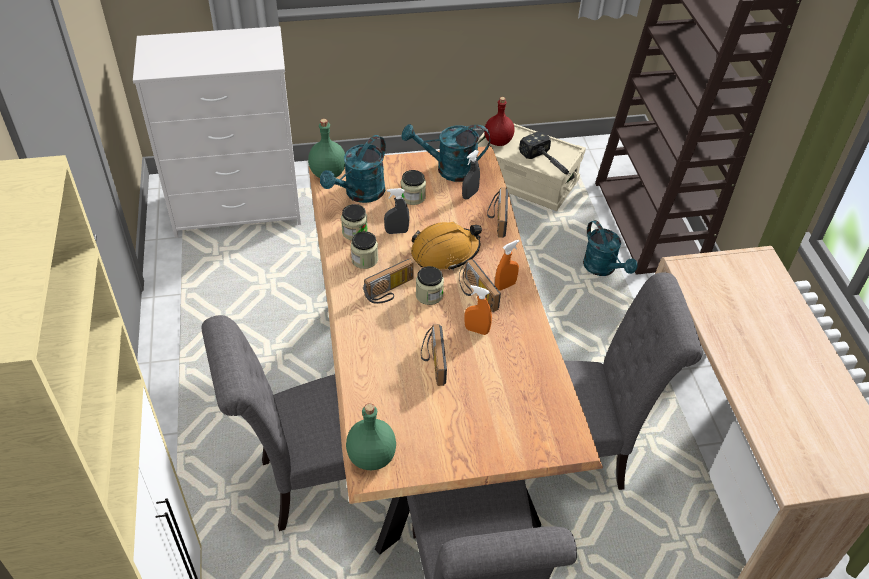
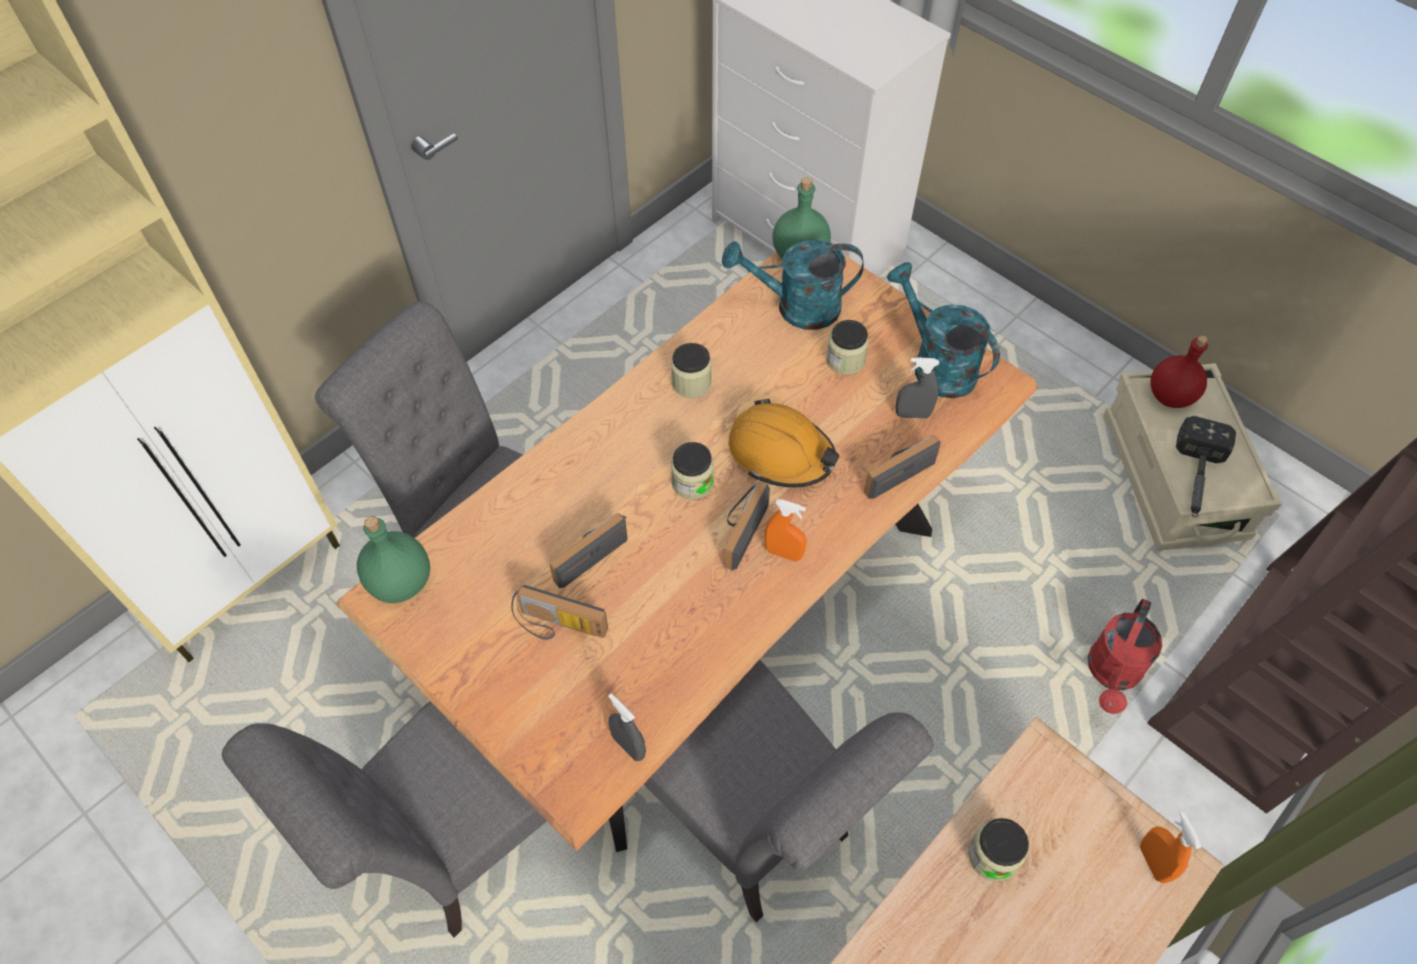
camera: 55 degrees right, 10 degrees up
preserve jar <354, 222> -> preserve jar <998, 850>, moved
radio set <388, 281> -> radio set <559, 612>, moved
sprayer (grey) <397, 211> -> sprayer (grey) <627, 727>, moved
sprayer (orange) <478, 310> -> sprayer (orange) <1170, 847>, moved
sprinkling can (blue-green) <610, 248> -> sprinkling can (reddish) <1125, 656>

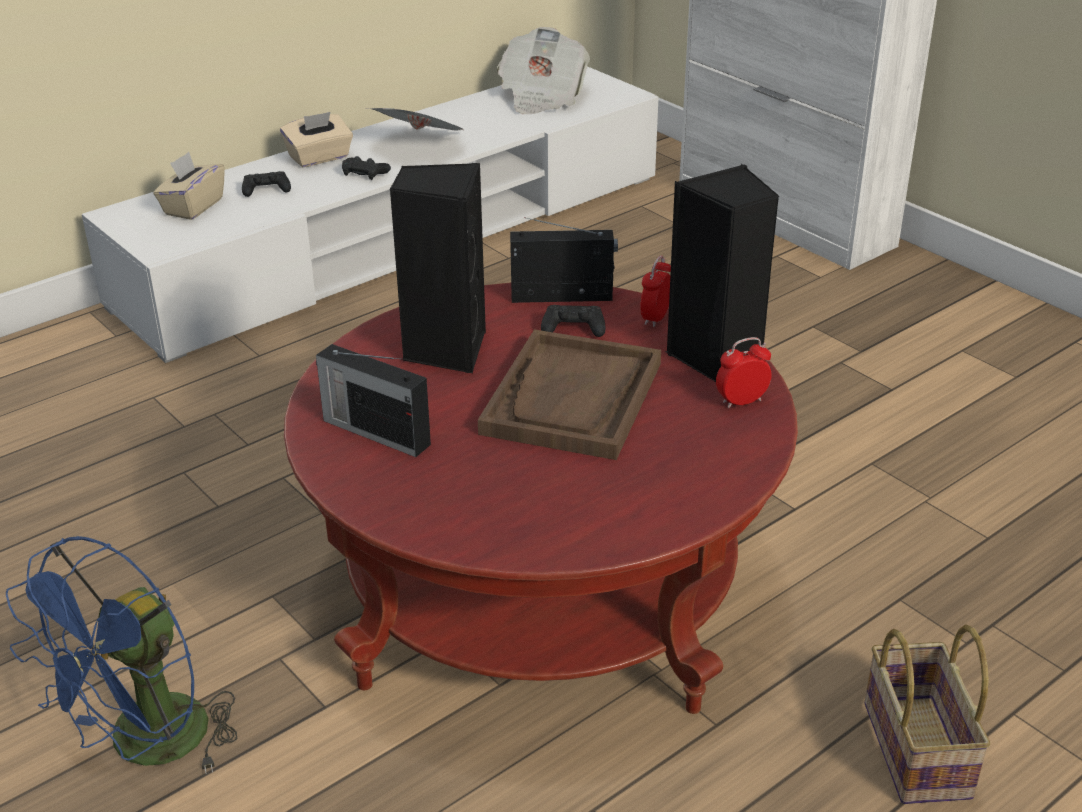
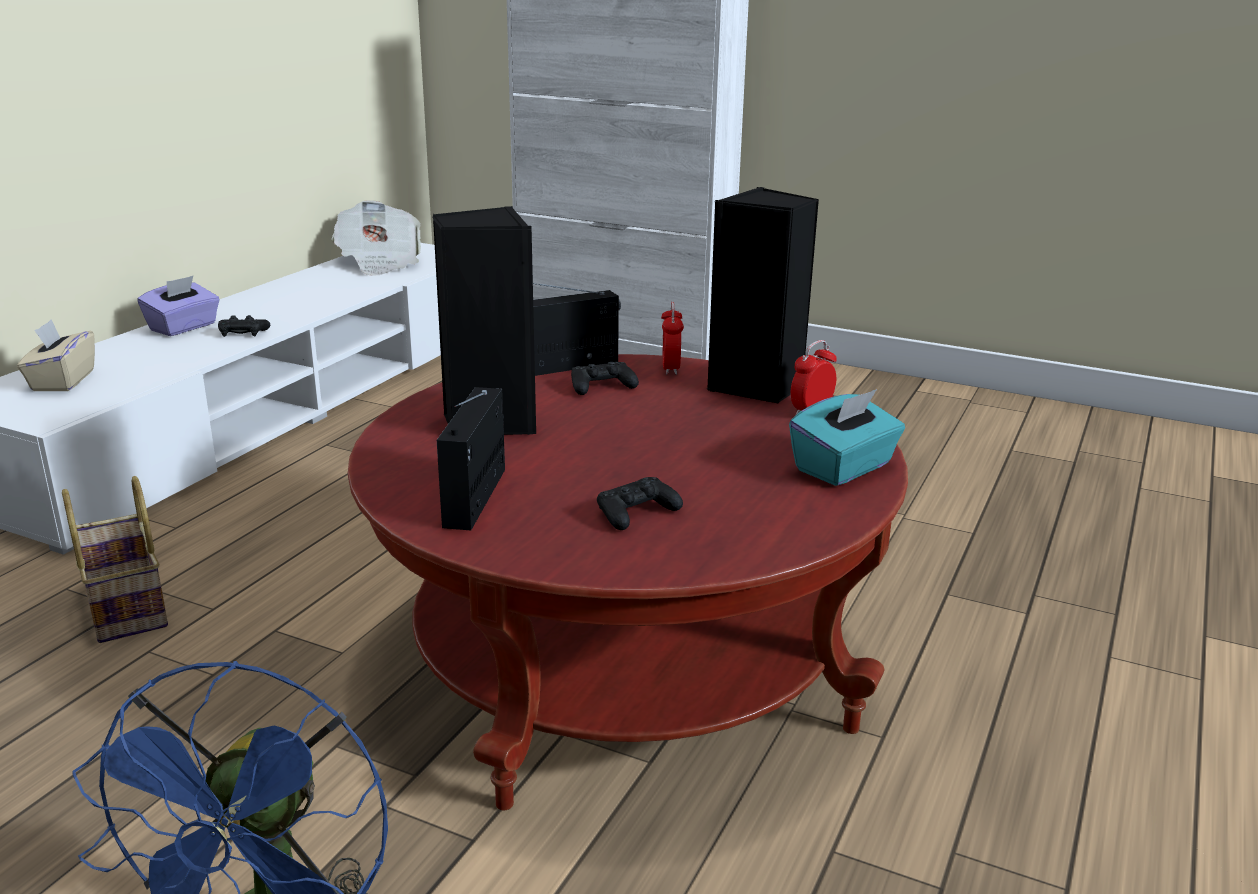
camera: 25 degrees left, 10 degrees down
printed paper <414, 119> -> none
tray (brownish) <569, 394> -> none
none -> tissue box (blue-green) <847, 437>
gamepad (black-coloured) <266, 184> -> gamepad (black-coloured) <640, 503>, moved
storage basket <927, 714> -> storage basket <115, 559>, moved
tissue box (sand-coloured) <316, 139> -> tissue box (purplish) <178, 306>
radio set <373, 400> -> radio set <471, 459>, 90 degrees clockwise

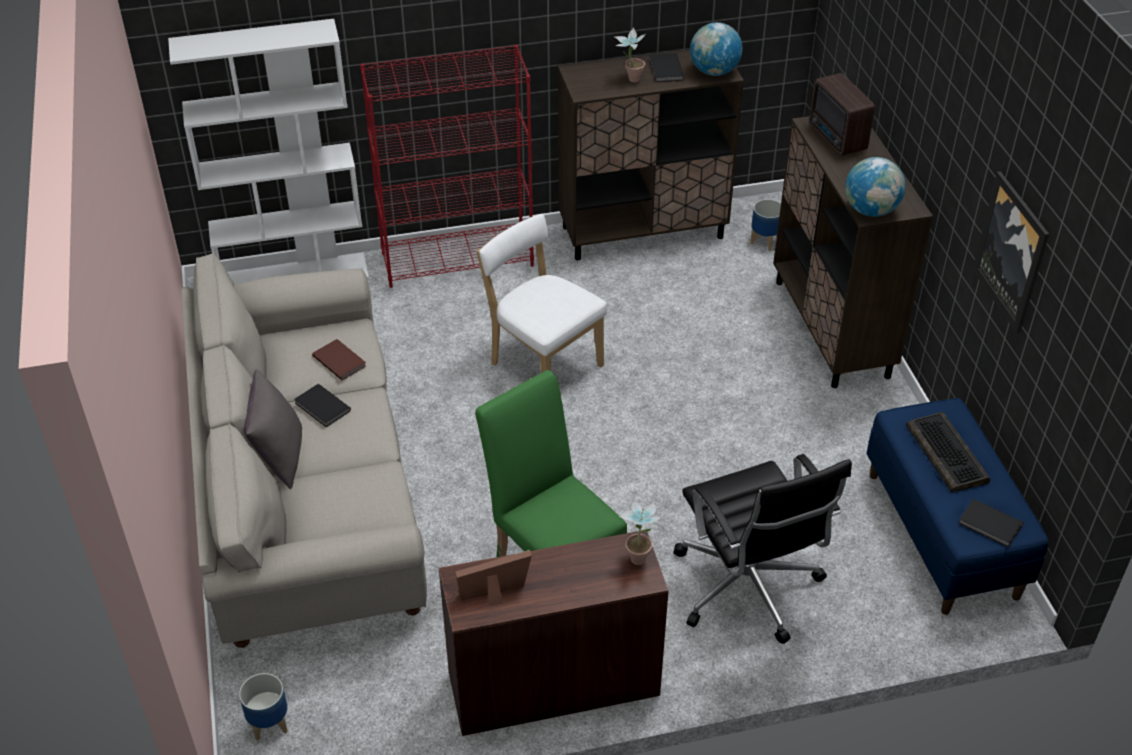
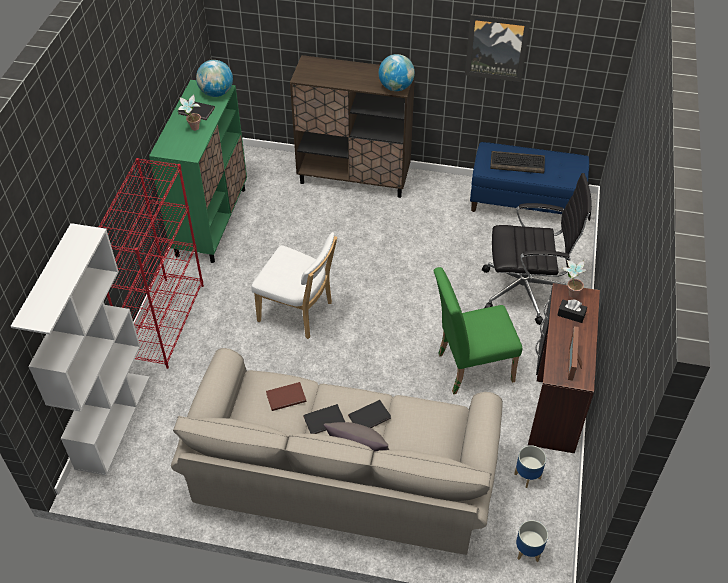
camera: 65 degrees left, 5 degrees up
radio set <842, 114> -> none
none -> tissue box (black-coloured) <572, 311>
planter <765, 225> -> planter <530, 466>, moved
volume (black-coloured) <991, 523> -> volume (black-coloured) <369, 414>, moved
storage cabinet (brownish) <651, 154> -> storage cabinet (green) <198, 171>
chair (whitish) <542, 293> -> chair (whitish) <294, 285>, 135 degrees counterclockwise

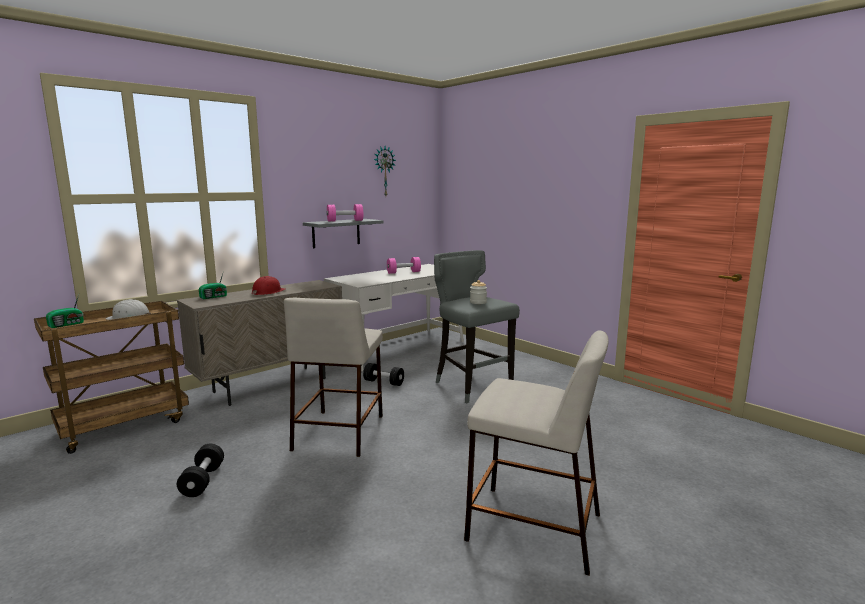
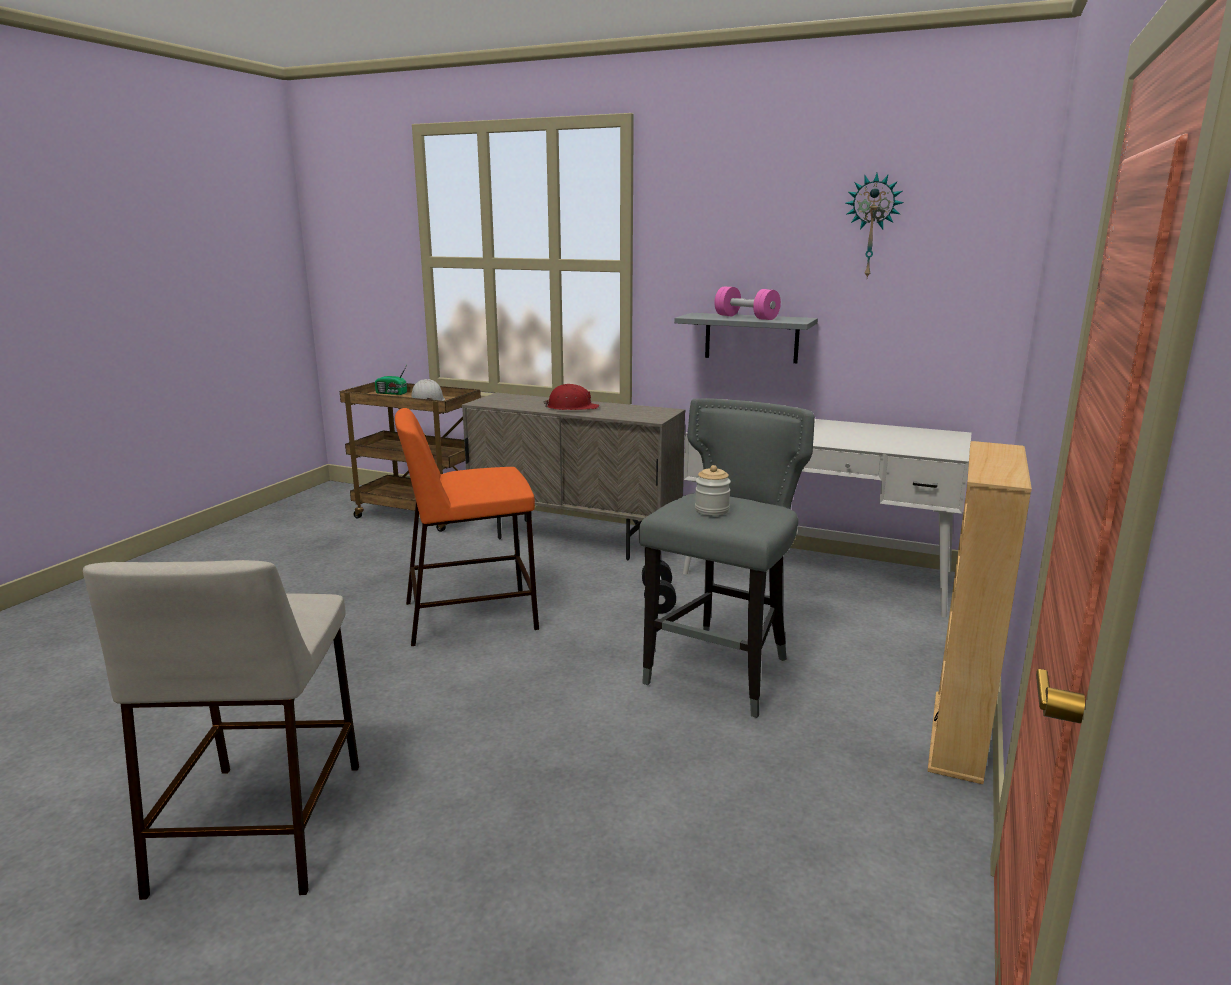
camera: 65 degrees right, 5 degrees up
free weight (black-coloured) <200, 470> -> none
radio set <213, 285> -> none
free weight (pink-coloured) <404, 265> -> none
none -> shelving unit (sand-coloured) <979, 612>
stool seat (sand-coloured) <333, 377> -> stool seat (orange) <467, 527>

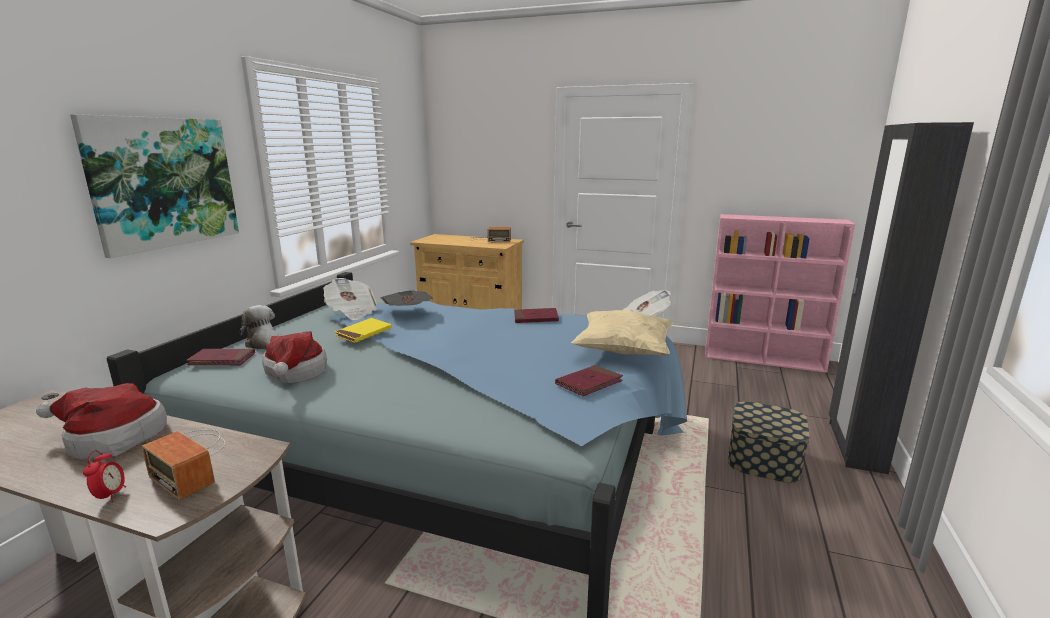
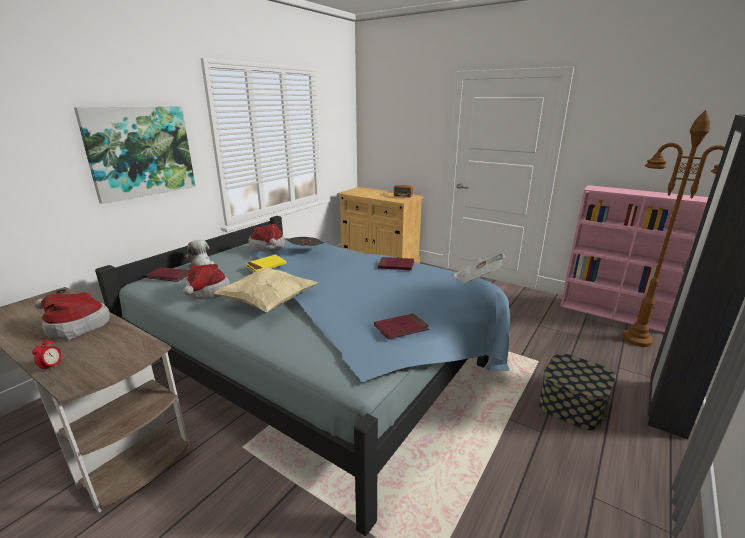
camera: 15 degrees right, 5 degrees up
radio set <183, 464> -> none
none -> standard lamp (brownish) <674, 228>
throw pillow (sand-coloured) <622, 332> -> throw pillow (sand-coloured) <265, 290>, moved
printed paper <350, 299> -> clothing hat <266, 238>

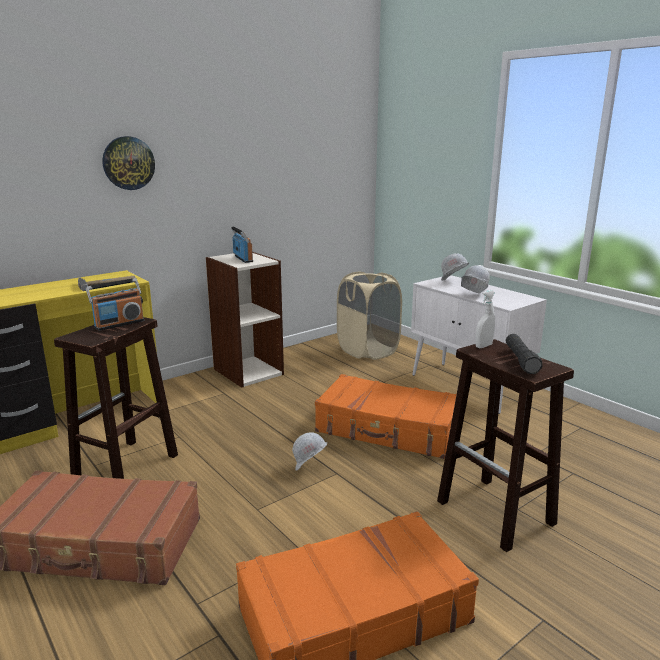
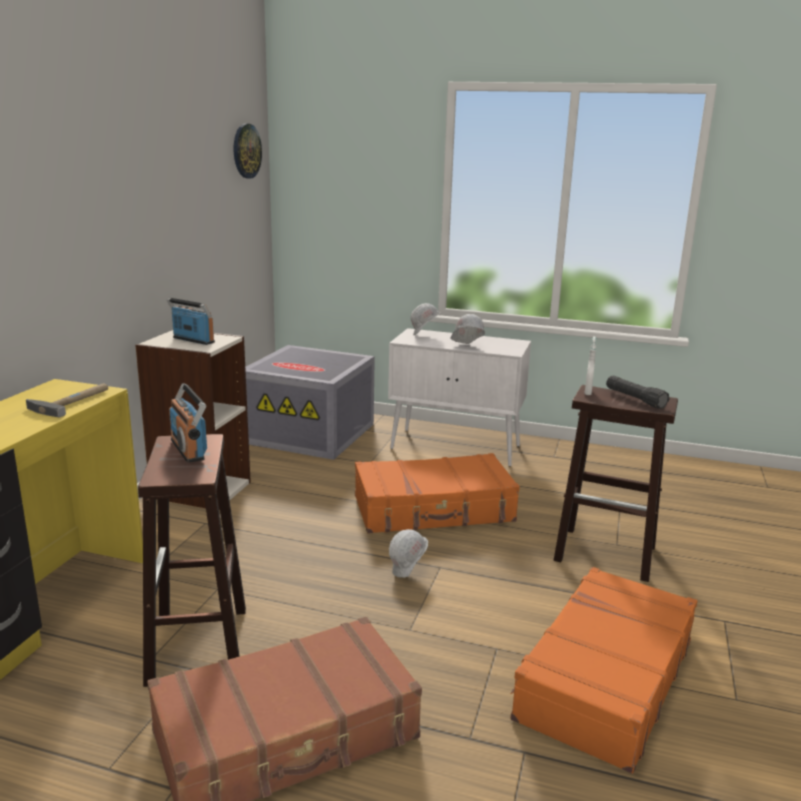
camera: 35 degrees left, 0 degrees up
wall clock <128, 163> -> wall clock <248, 151>, moved
laundry basket (sand-coloured) <369, 316> -> storage bin (grey) <310, 402>
radio set <115, 304> -> radio set <188, 423>, 135 degrees clockwise

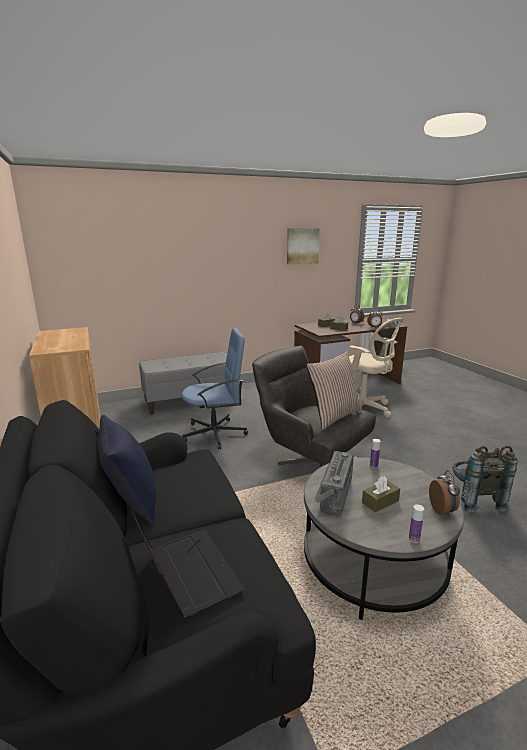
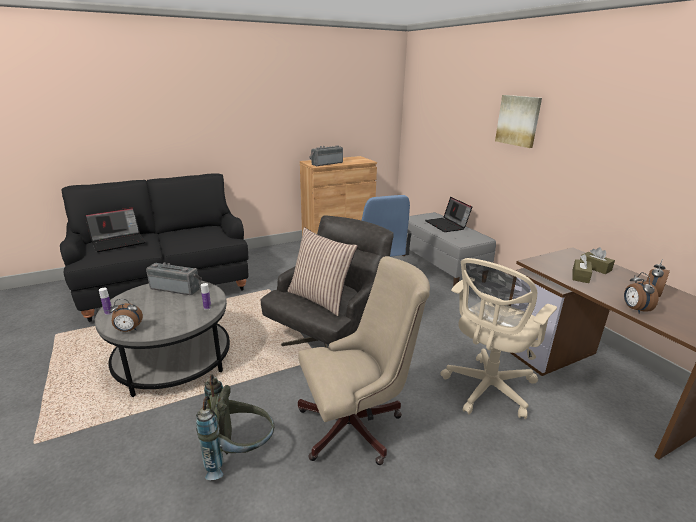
camera: 85 degrees right, 5 degrees up
throw pillow (blue) <127, 469> -> none
tissue box (brownish) <381, 494> -> none
none -> computer chair (sand-coloured) <364, 360>
none -> radio set <326, 155>
none -> portable computer <448, 214>
wall picture <303, 246> -> wall picture <518, 121>, moved

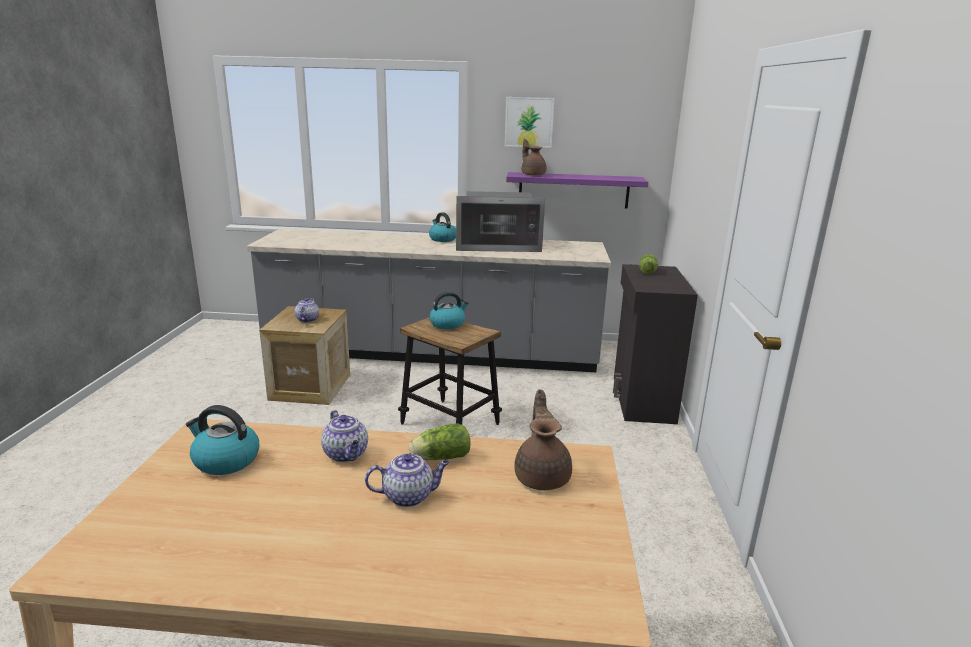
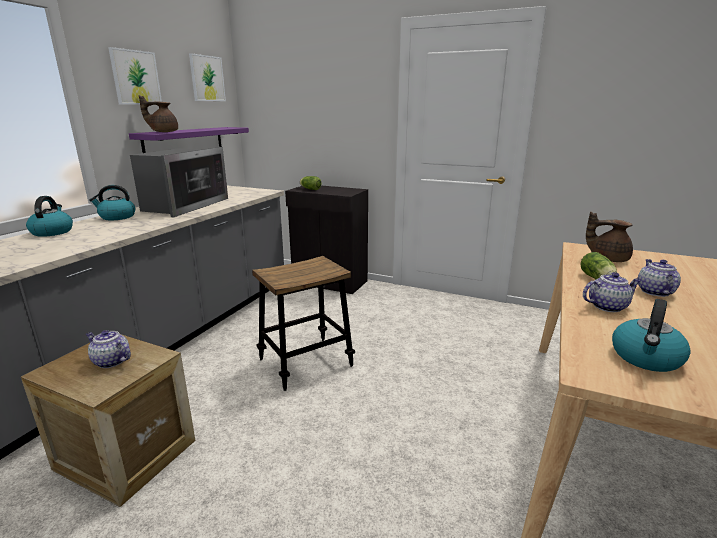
camera: 70 degrees left, 0 degrees up
none -> wall picture <207, 77>
water kettle <449, 310> -> water kettle <49, 216>, moved

